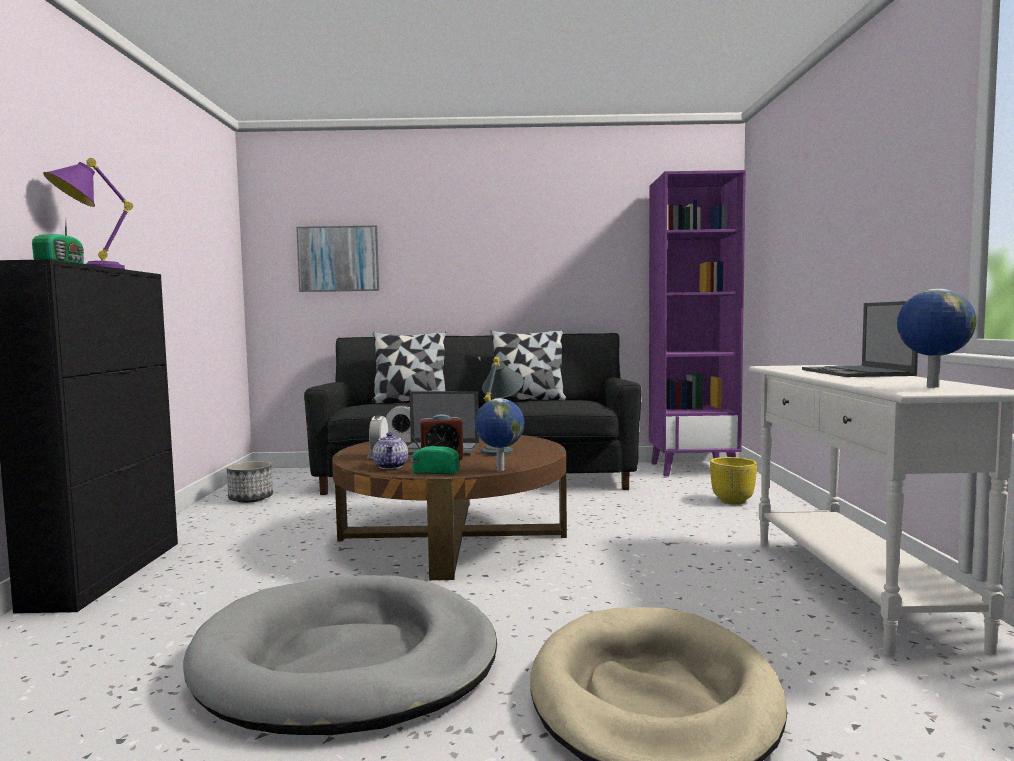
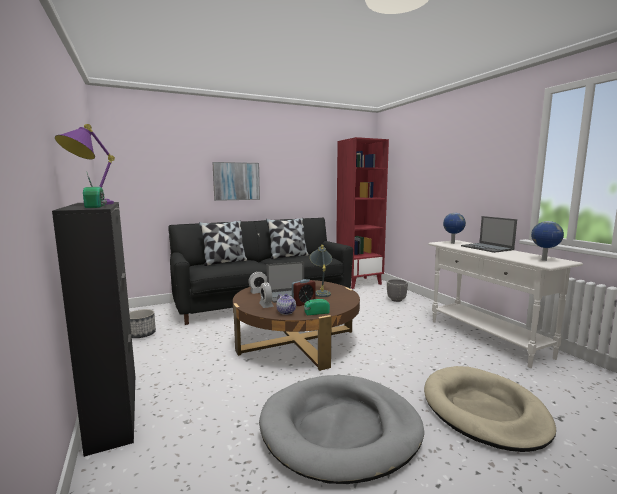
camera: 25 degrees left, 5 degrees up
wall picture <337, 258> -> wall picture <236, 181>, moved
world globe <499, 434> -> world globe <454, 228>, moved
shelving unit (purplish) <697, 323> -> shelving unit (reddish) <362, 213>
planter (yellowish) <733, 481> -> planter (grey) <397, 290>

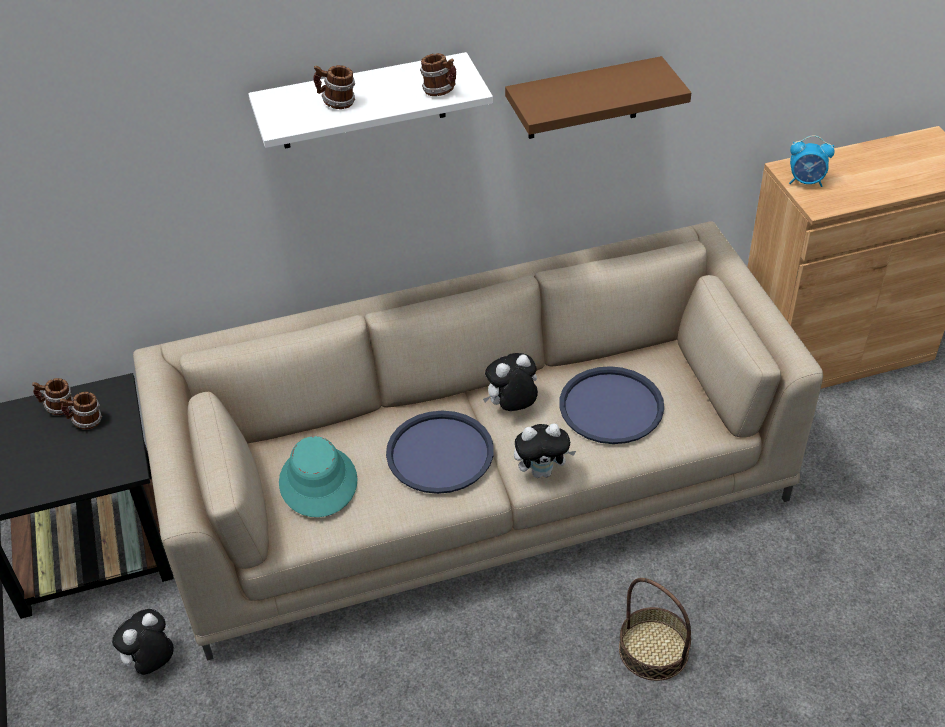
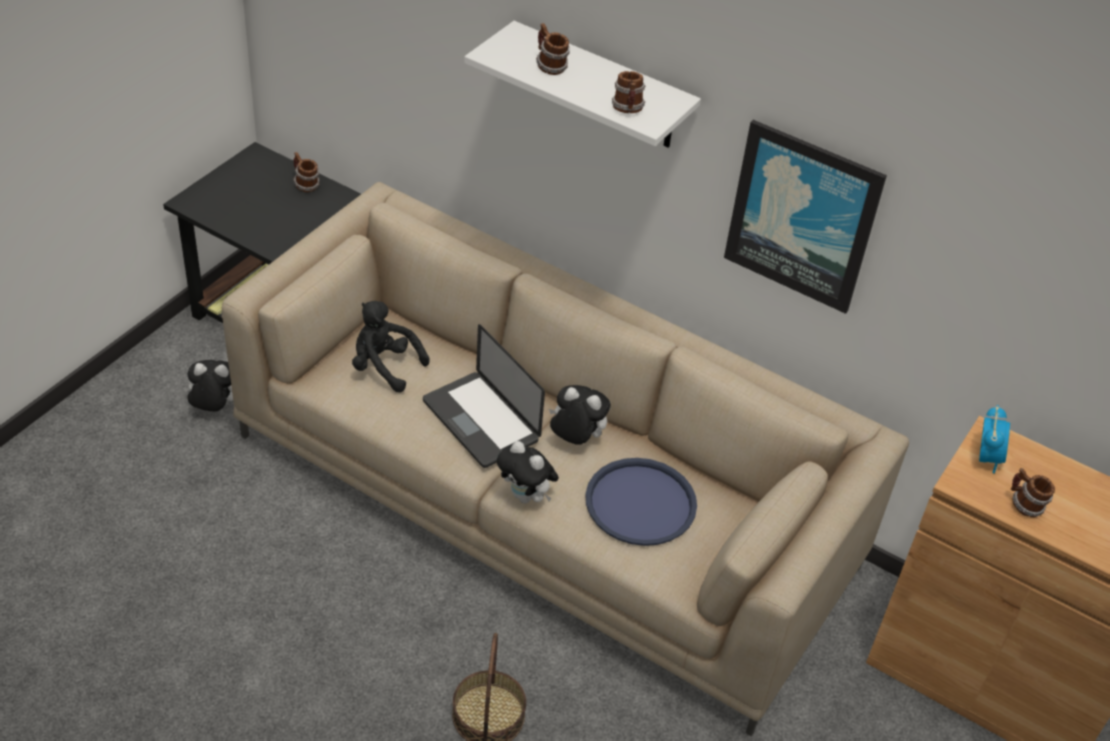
camera: 45 degrees right, 0 degrees up
tea mug <81, 411> -> tea mug <1033, 492>, moved
clothing hat (blue-green) <318, 476> -> soft toy (black-coloured) <391, 347>
tray (blue) <440, 452> -> portable computer <484, 396>
bracket shelf (brownish) <598, 97> -> wall picture <805, 217>
table clock <812, 161> -> table clock <994, 439>, 135 degrees counterclockwise

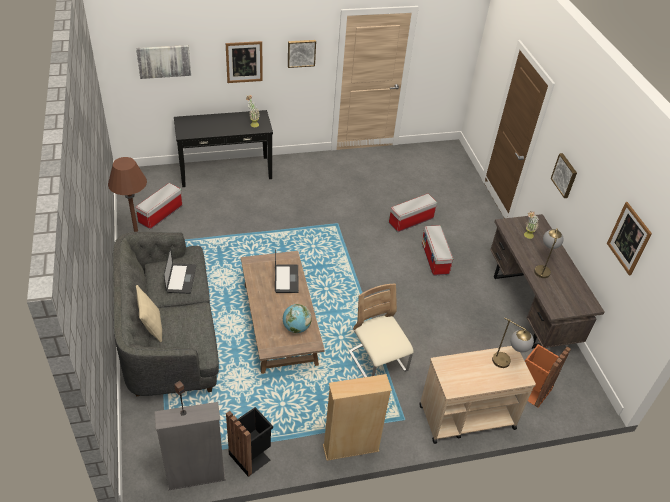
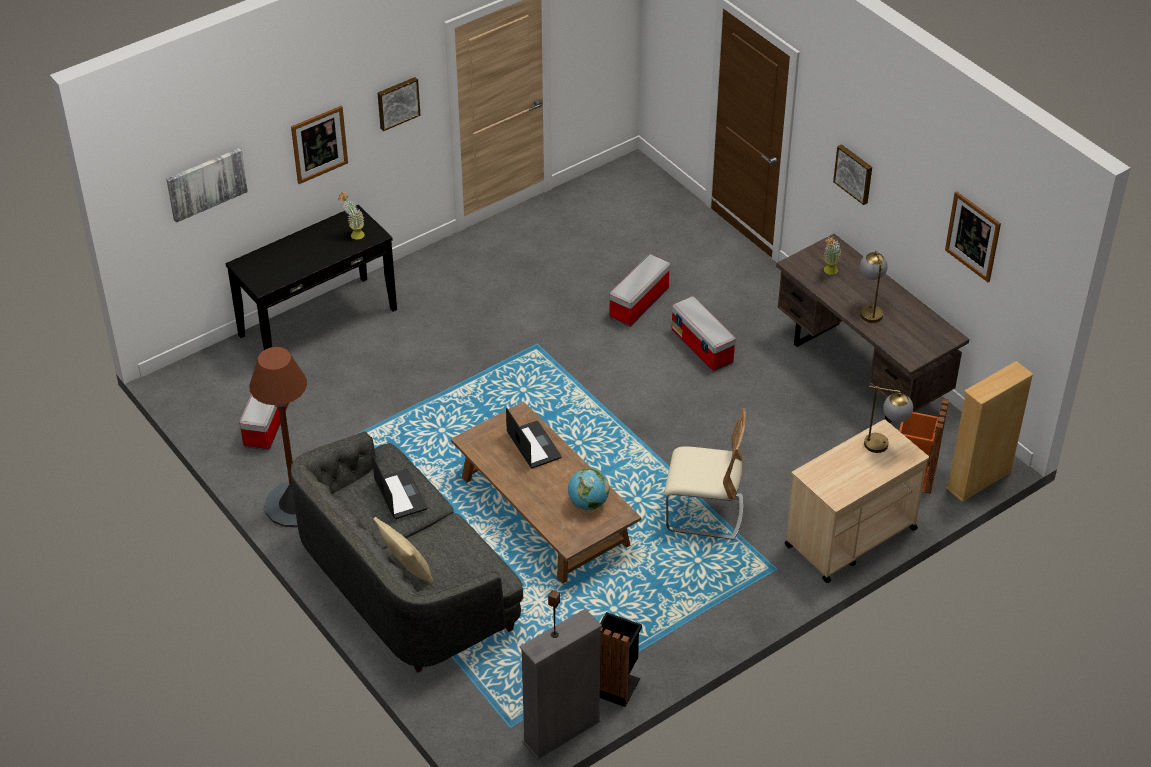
camera: 20 degrees left, 0 degrees up
shelving unit (sand-coloured) <357, 417> -> shelving unit (sand-coloured) <990, 431>, moved
chair (sand-coloured) <381, 330> -> chair (sand-coloured) <705, 474>, 150 degrees clockwise

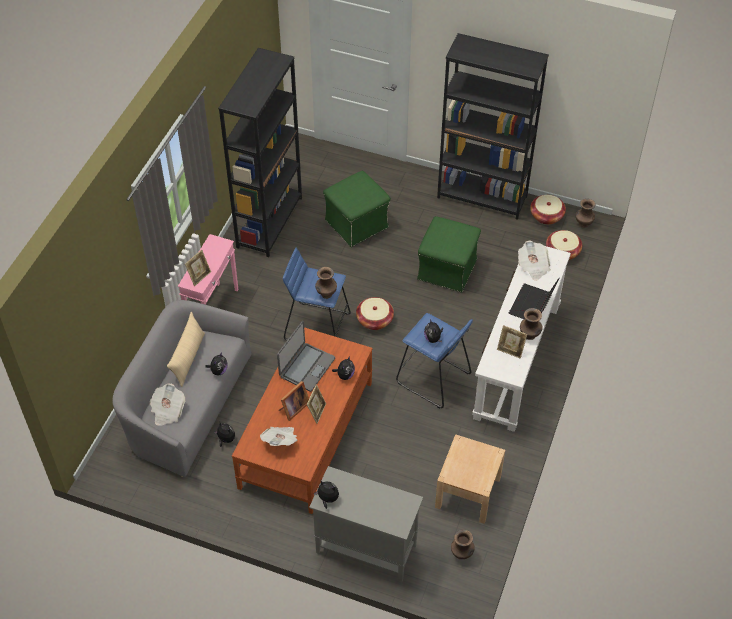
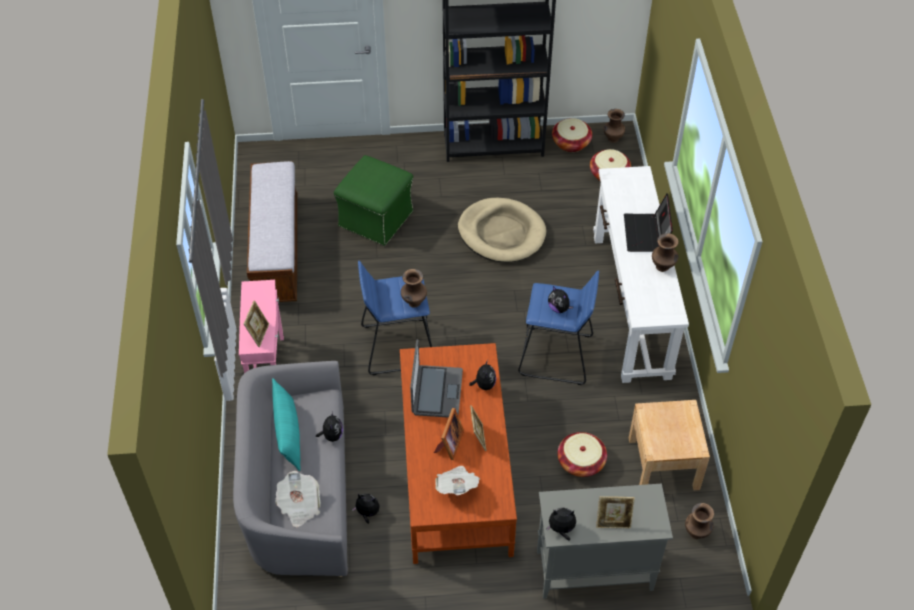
camera: 25 degrees left, 0 degrees up
printed paper <534, 260> -> none
storage basket <375, 313> -> storage basket <582, 454>, moved
photo frame <512, 342> -> photo frame <615, 512>, moved
shelving unit (black-coloured) <260, 152> -> long seat <272, 231>
footrest (green) <449, 254> -> pet bed (sand-coloured) <502, 230>
throw pillow (sand-coloured) <186, 349> -> throw pillow (blue-green) <286, 424>

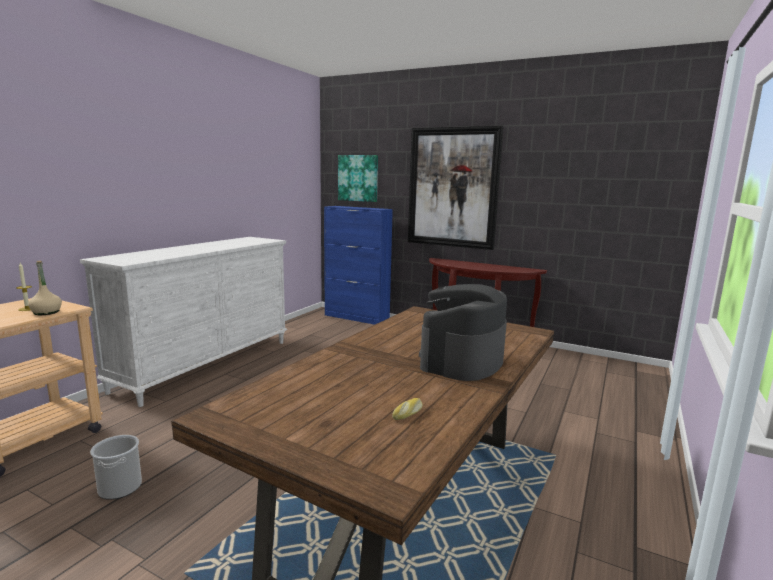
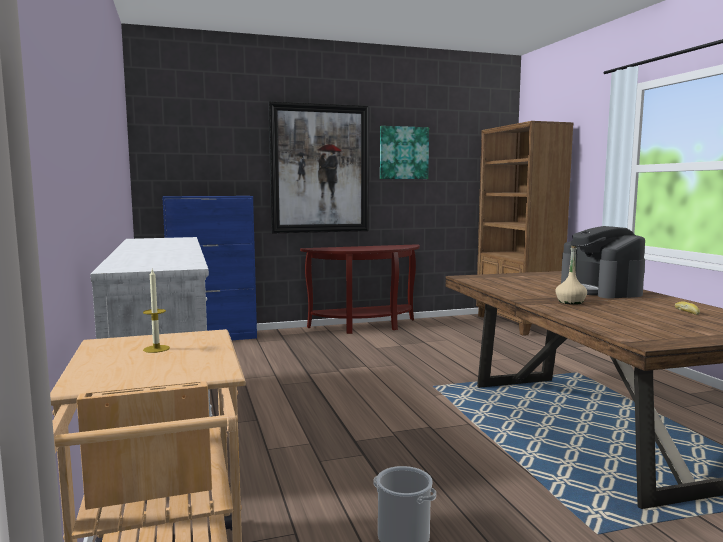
camera: 45 degrees left, 5 degrees down
none -> shelving unit (brownish) <525, 228>
beverage bottle (sand-coloured) <45, 288> -> beverage bottle (sand-coloured) <571, 275>, moved
wall picture <358, 178> -> wall picture <404, 152>, moved

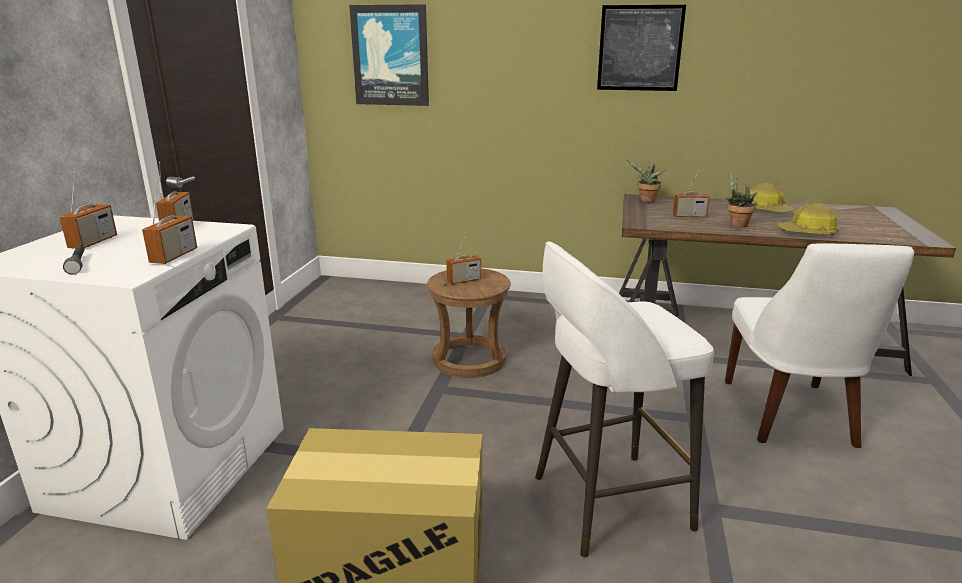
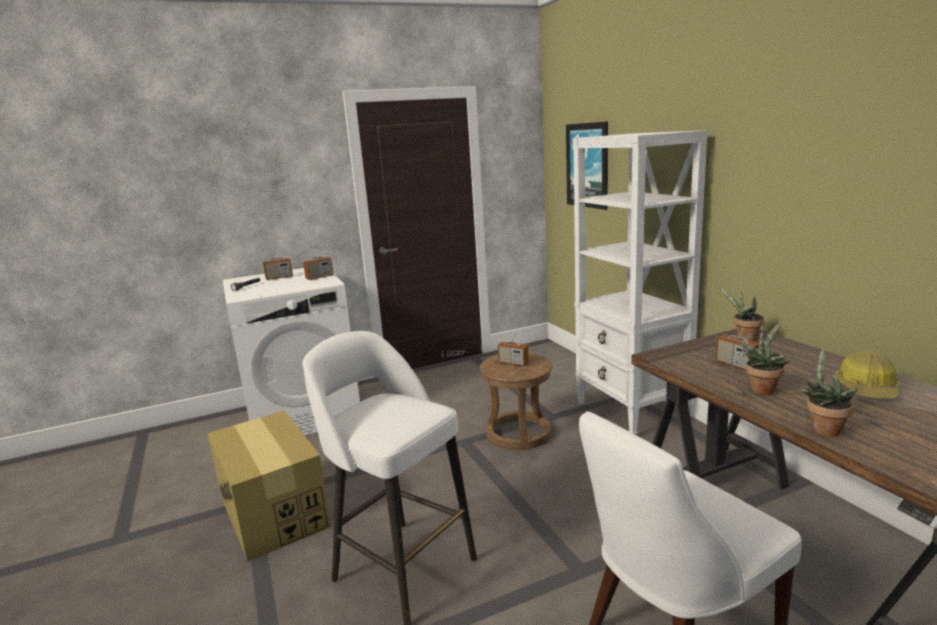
camera: 55 degrees right, 5 degrees down
radio set <169, 222> -> none
wall picture <641, 48> -> none
none -> shelving unit (whitish) <640, 282>
safety helmet <808, 219> -> houseplant <828, 392>

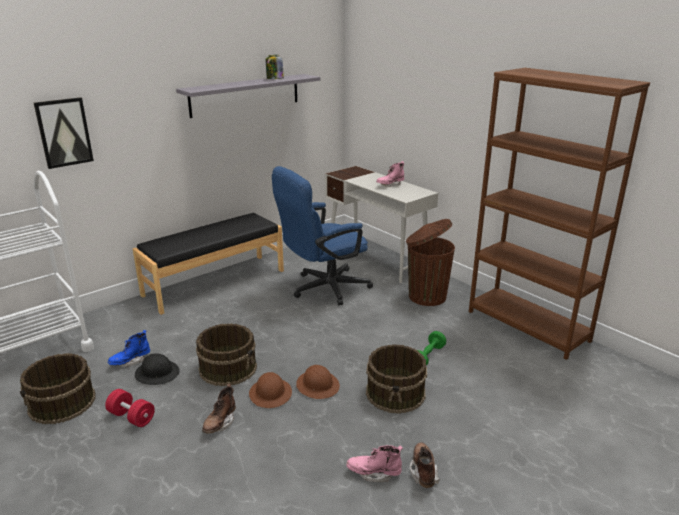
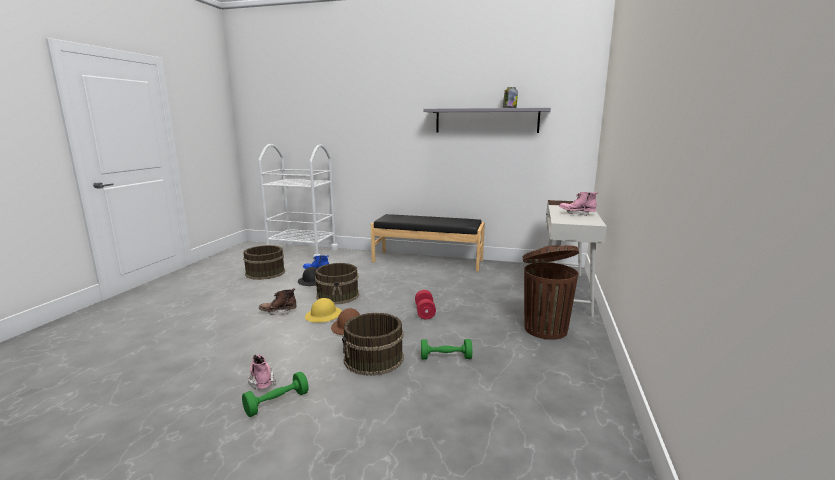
camera: 55 degrees right, 10 degrees down
wall picture <64, 133> -> none
computer chair (blue) <322, 235> -> none
shelving unit (brownish) <559, 214> -> none
free weight (reddish) <130, 408> -> free weight (reddish) <425, 304>, moved
high-top boot (brownish) <425, 465> -> free weight (green) <275, 394>
safety helmet (brownish) <270, 390> -> safety helmet (yellowish) <323, 310>

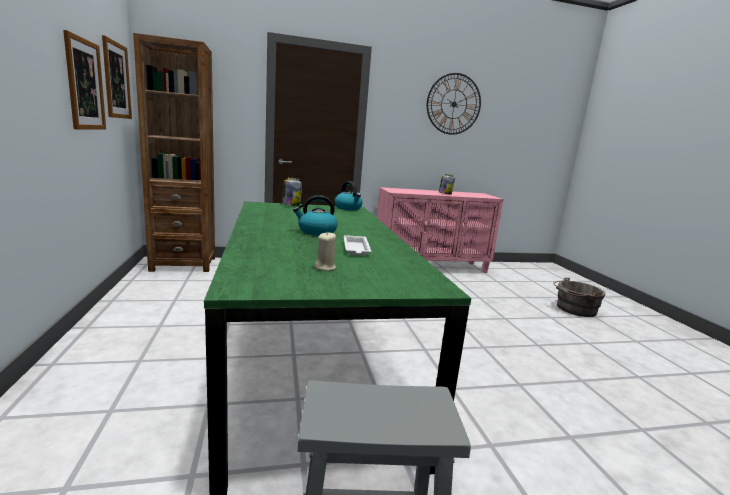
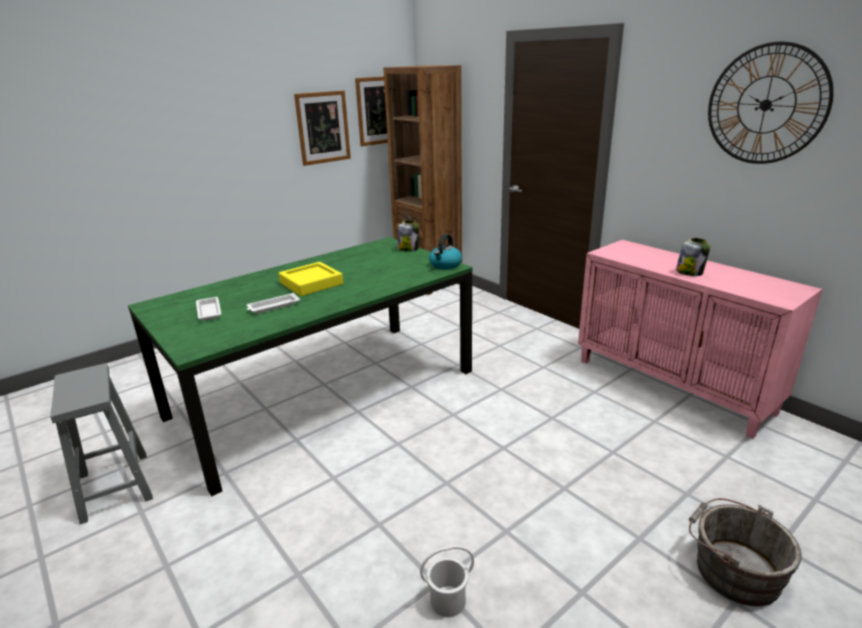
camera: 65 degrees right, 10 degrees up
none -> water bucket (whitish) <447, 581>
water kettle <315, 215> -> tray (yellowish) <311, 279>
wax light (sand-coloured) <325, 251> -> tray (whitish) <209, 309>

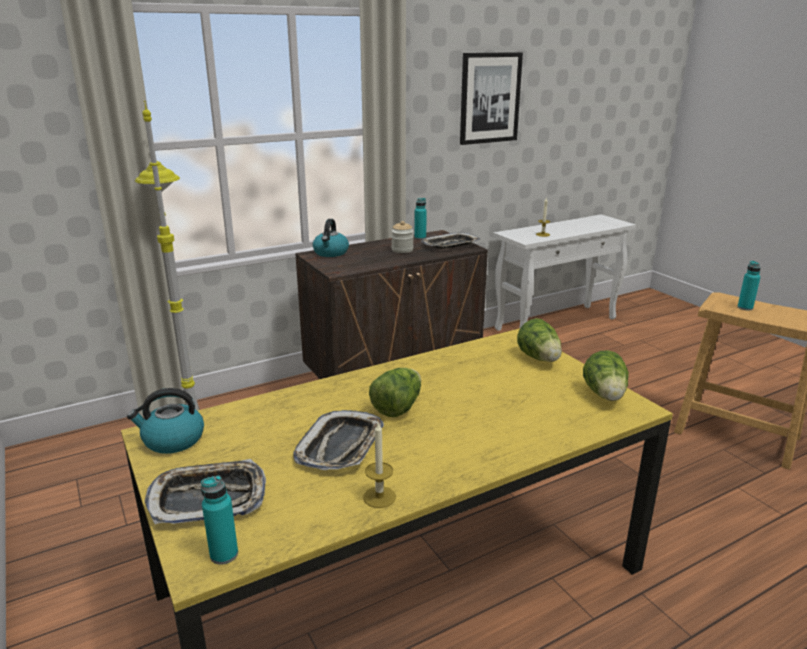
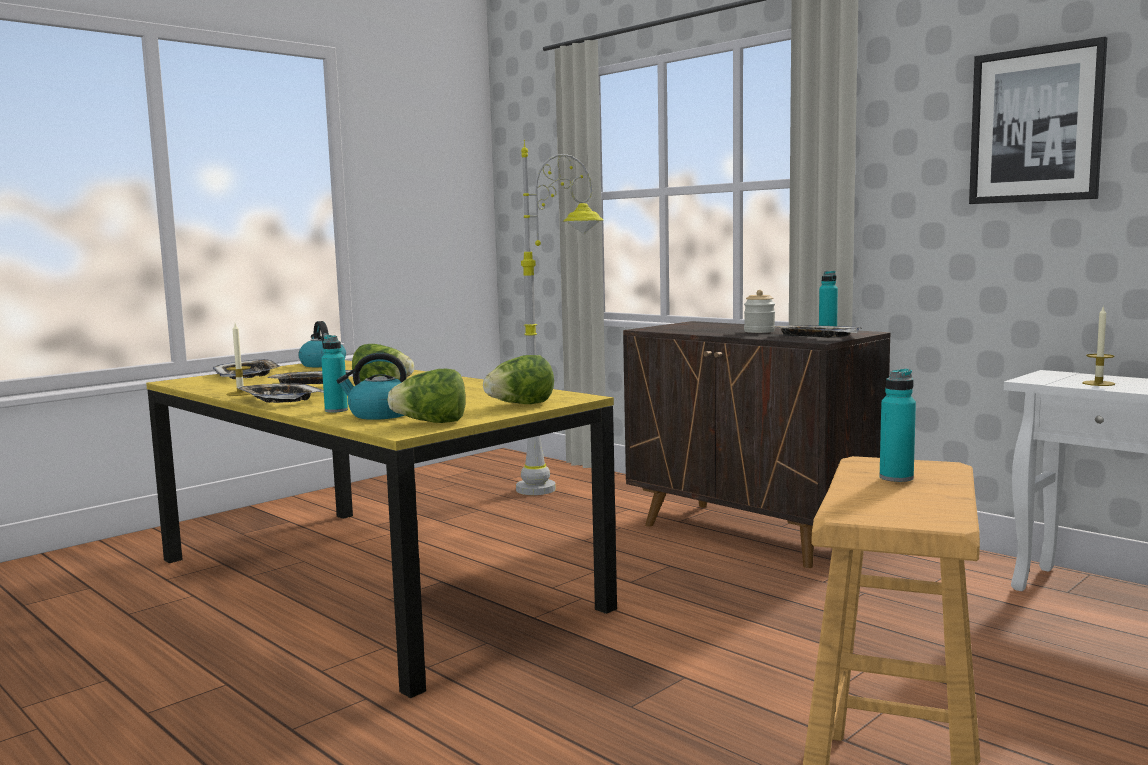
camera: 75 degrees right, 15 degrees down
none -> tray <280, 393>
beverage bottle (blue-green) <219, 520> -> beverage bottle (blue-green) <334, 374>, moved
water kettle <331, 238> -> water kettle <371, 386>, moved

